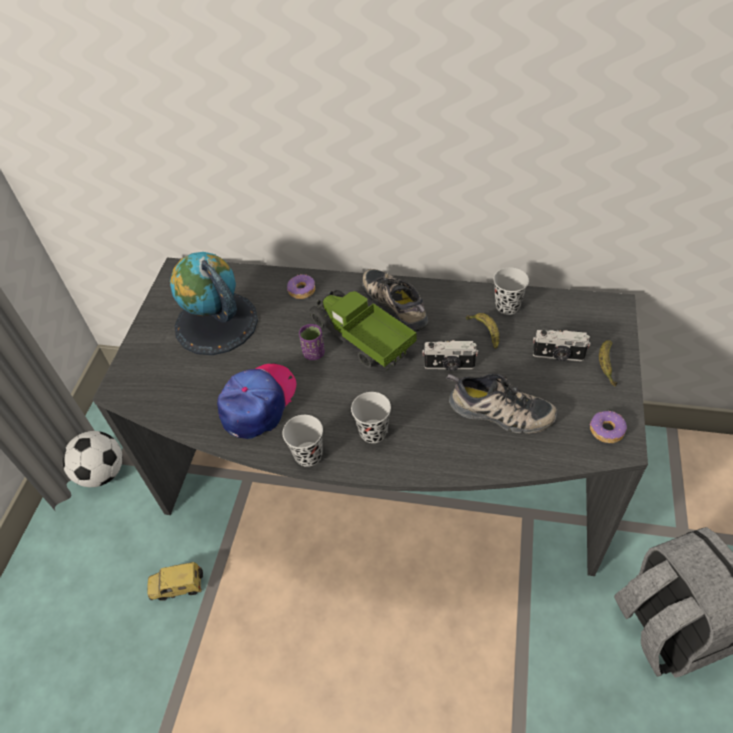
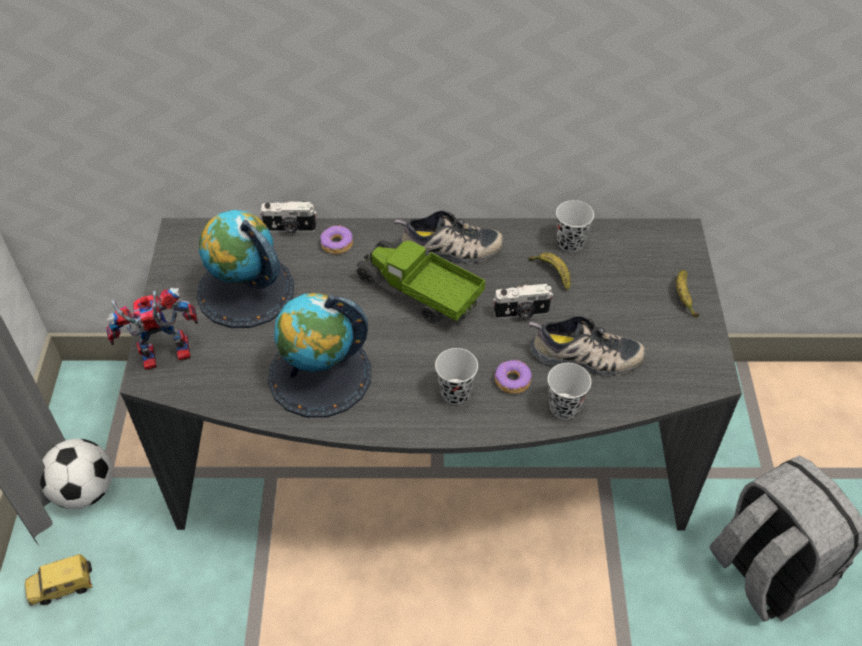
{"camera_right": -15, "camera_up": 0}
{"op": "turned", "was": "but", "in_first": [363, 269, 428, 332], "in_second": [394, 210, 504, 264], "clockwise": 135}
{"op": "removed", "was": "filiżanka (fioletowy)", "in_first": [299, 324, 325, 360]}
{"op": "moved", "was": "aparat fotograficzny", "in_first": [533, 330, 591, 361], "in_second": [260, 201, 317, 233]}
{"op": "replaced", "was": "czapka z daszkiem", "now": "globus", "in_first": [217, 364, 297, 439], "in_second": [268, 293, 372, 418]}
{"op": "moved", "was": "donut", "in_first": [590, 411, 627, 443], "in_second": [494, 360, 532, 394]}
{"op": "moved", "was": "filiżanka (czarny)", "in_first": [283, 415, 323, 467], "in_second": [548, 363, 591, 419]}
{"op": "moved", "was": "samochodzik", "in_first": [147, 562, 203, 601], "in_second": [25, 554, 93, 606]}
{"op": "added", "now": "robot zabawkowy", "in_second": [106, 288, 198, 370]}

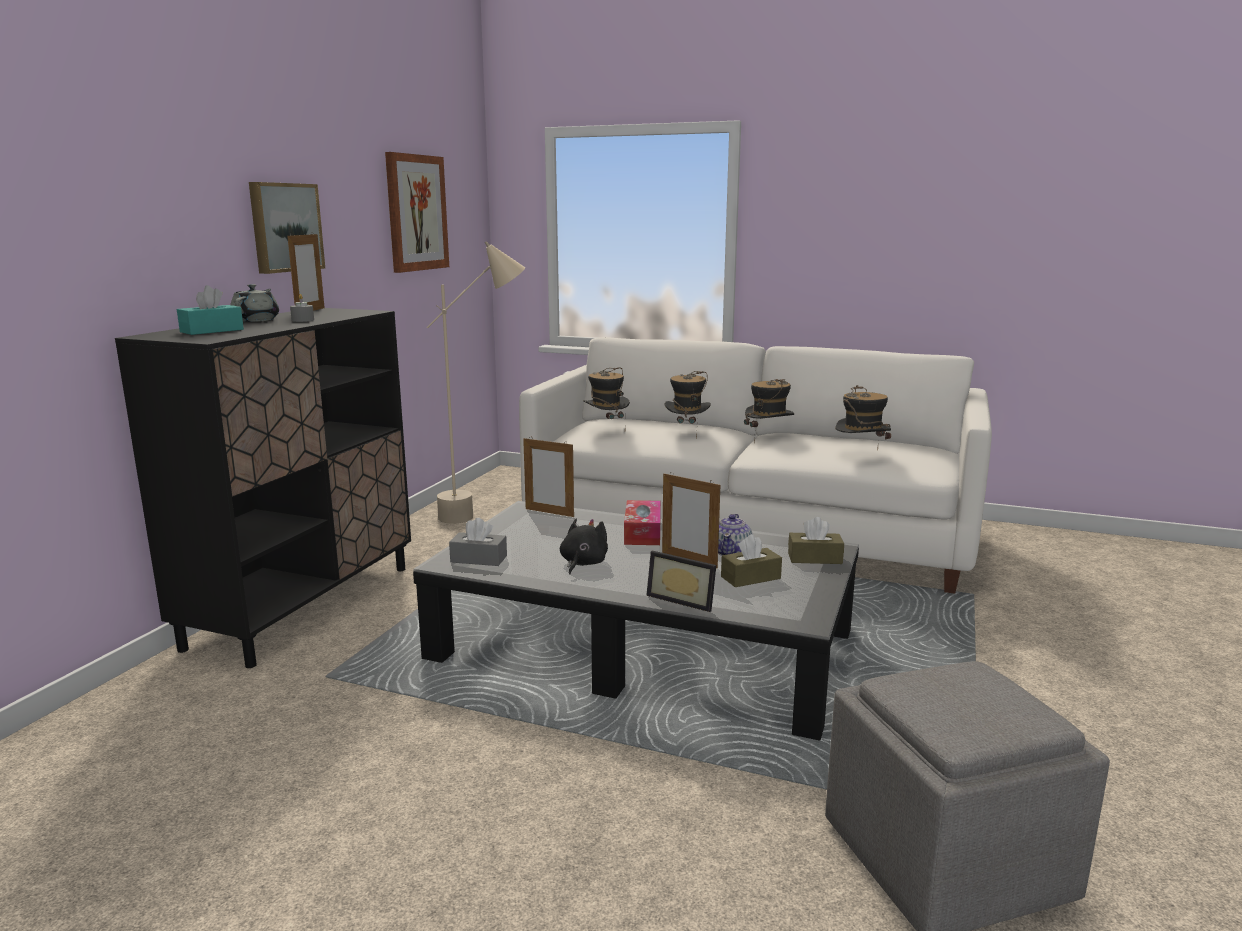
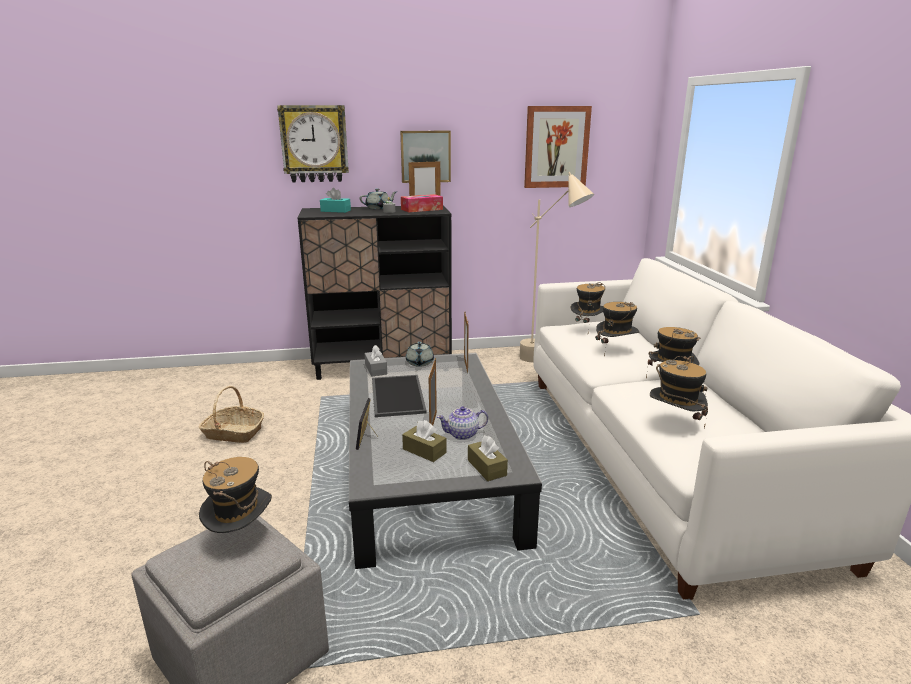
{"camera_right": 60, "camera_up": 5}
{"op": "moved", "was": "pudełko chusteczek", "in_first": [624, 500, 661, 545], "in_second": [401, 194, 443, 212]}
{"op": "replaced", "was": "pluszak (czarny)", "now": "taca", "in_first": [560, 519, 608, 574], "in_second": [372, 375, 427, 417]}
{"op": "added", "now": "zegar ścienny", "in_second": [277, 105, 349, 182]}
{"op": "added", "now": "imbryk (szary)", "in_second": [406, 342, 434, 367]}
{"op": "added", "now": "koszyk", "in_second": [199, 386, 264, 443]}
{"op": "added", "now": "kapelusz", "in_second": [199, 457, 272, 533]}

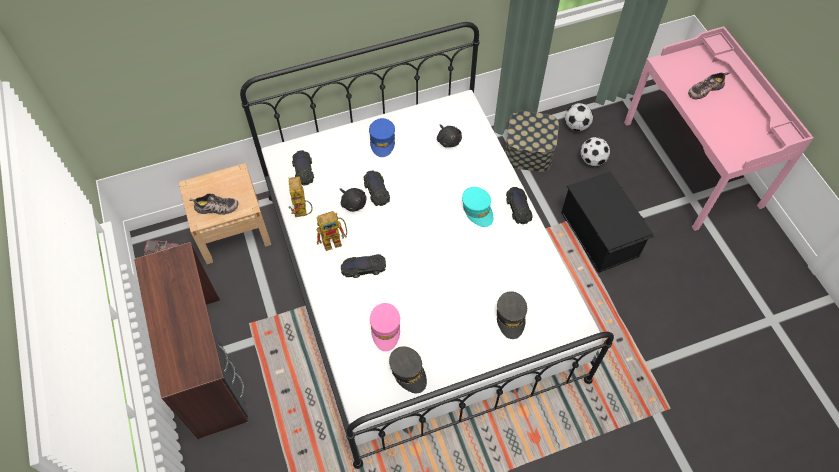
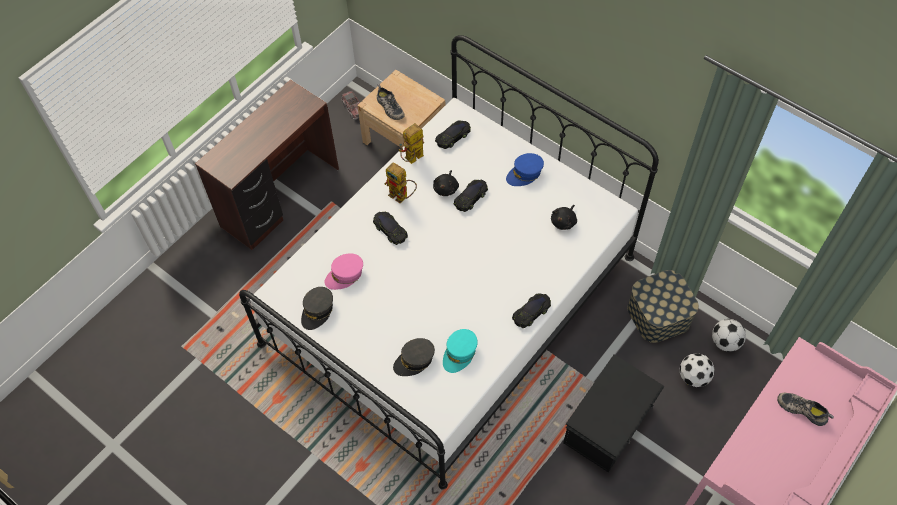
{"camera_right": 60, "camera_up": 0}
{"op": "moved", "was": "czapka z daszkiem (turkusowy)", "in_first": [462, 187, 493, 227], "in_second": [443, 329, 478, 373]}

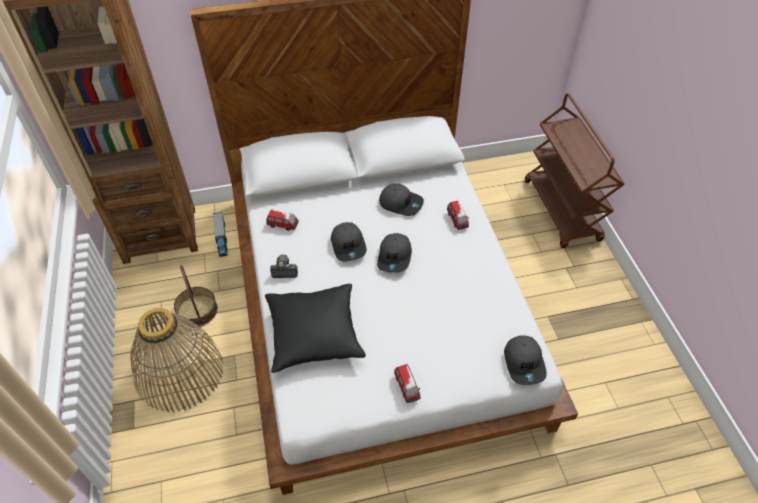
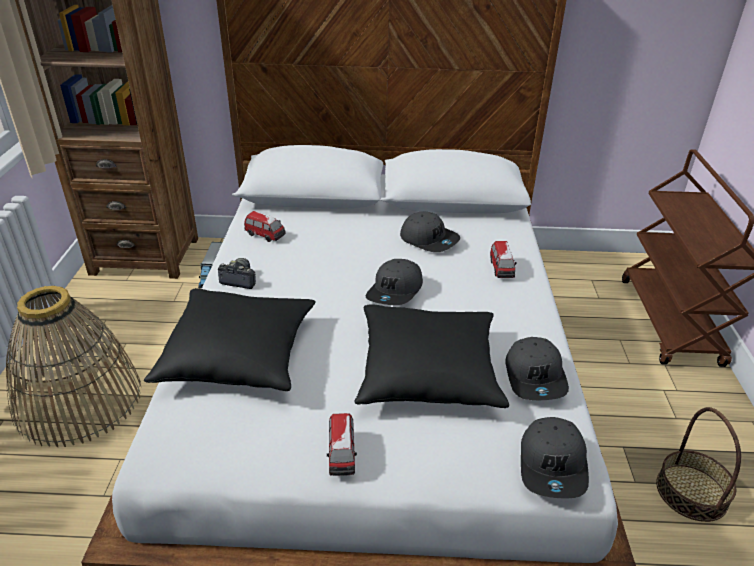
{"camera_right": 15, "camera_up": -15}
{"op": "moved", "was": "czapka z daszkiem (szary)", "in_first": [331, 222, 367, 262], "in_second": [505, 337, 569, 400]}
{"op": "moved", "was": "koszyk", "in_first": [174, 265, 218, 328], "in_second": [656, 407, 741, 522]}
{"op": "added", "now": "poduszka (czarny)", "in_second": [354, 304, 509, 408]}

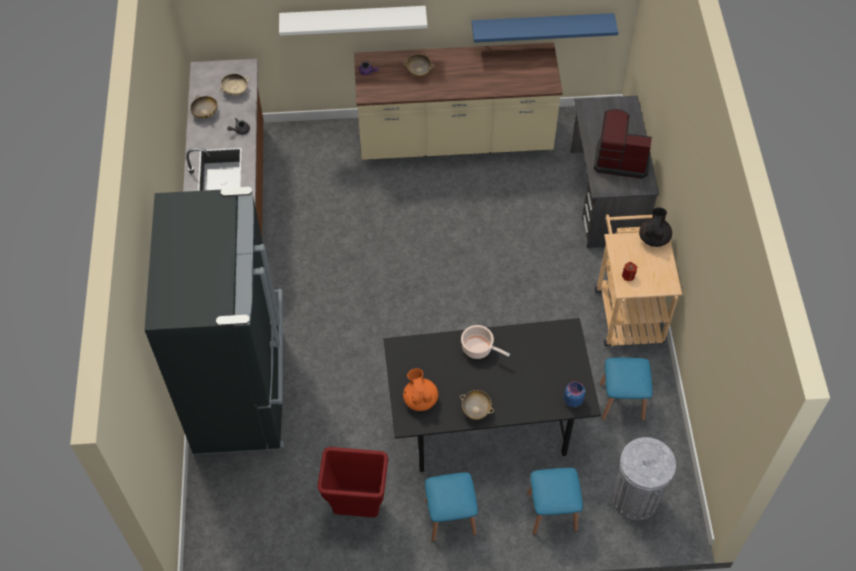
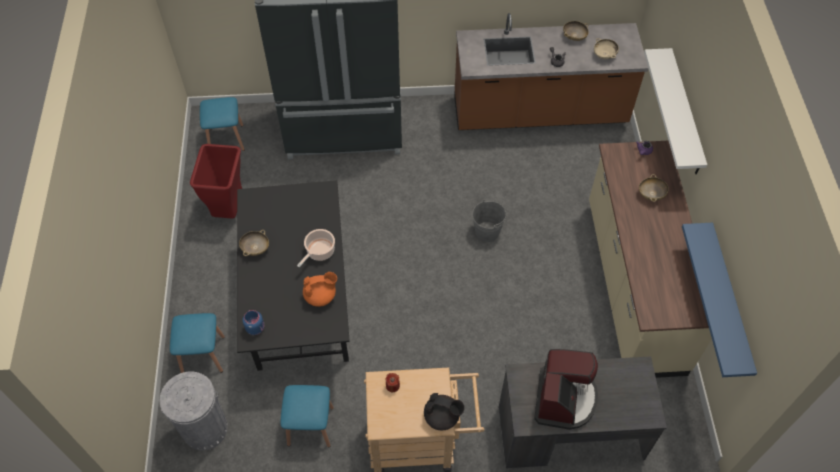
{"camera_right": 90, "camera_up": 0}
{"op": "moved", "was": "imbryk (pomarańczowy)", "in_first": [403, 368, 438, 411], "in_second": [303, 272, 337, 307]}
{"op": "moved", "was": "stołek (niebieski)", "in_first": [425, 472, 478, 542], "in_second": [200, 97, 245, 151]}
{"op": "added", "now": "wiadro (szary)", "in_second": [472, 200, 506, 242]}

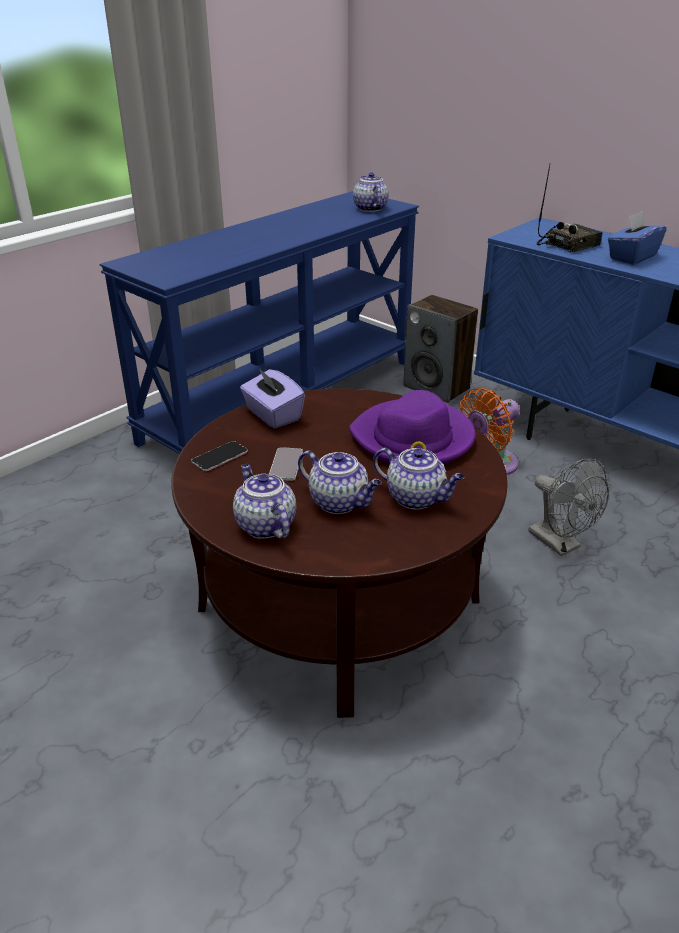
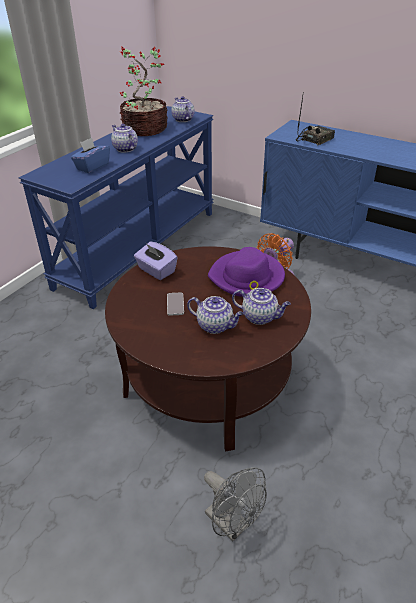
{"camera_right": -10, "camera_up": 5}
{"op": "moved", "was": "pudełko chusteczek (niebieski)", "in_first": [608, 211, 667, 265], "in_second": [71, 138, 110, 173]}
{"op": "removed", "was": "głośnik", "in_first": [403, 295, 478, 403]}
{"op": "removed", "was": "telefon", "in_first": [191, 441, 248, 471]}
{"op": "moved", "was": "wentylator (szary)", "in_first": [528, 459, 609, 556], "in_second": [204, 467, 267, 542]}
{"op": "moved", "was": "imbryk", "in_first": [233, 464, 297, 539], "in_second": [111, 124, 138, 153]}
{"op": "added", "now": "roślina doniczkowa", "in_second": [120, 46, 168, 136]}

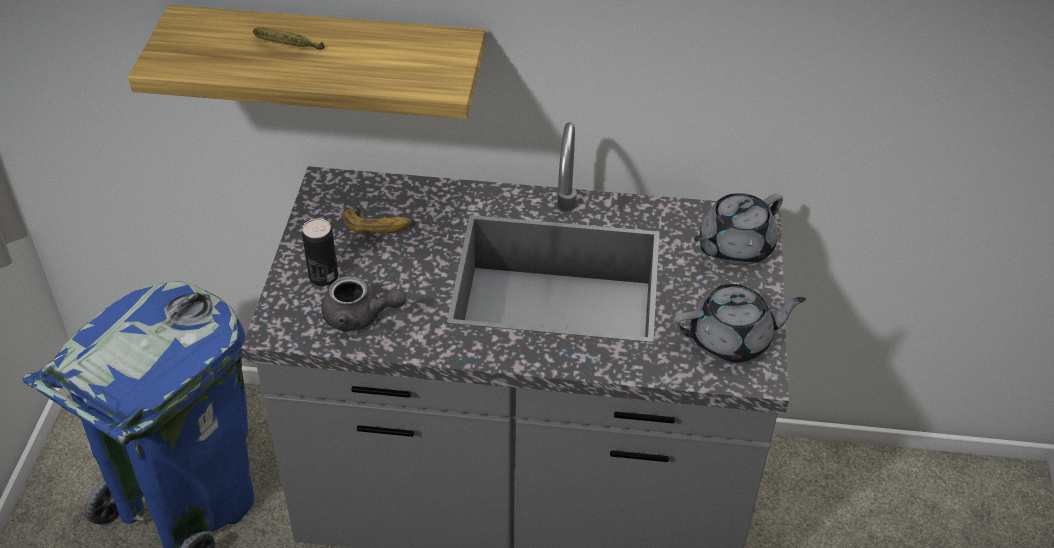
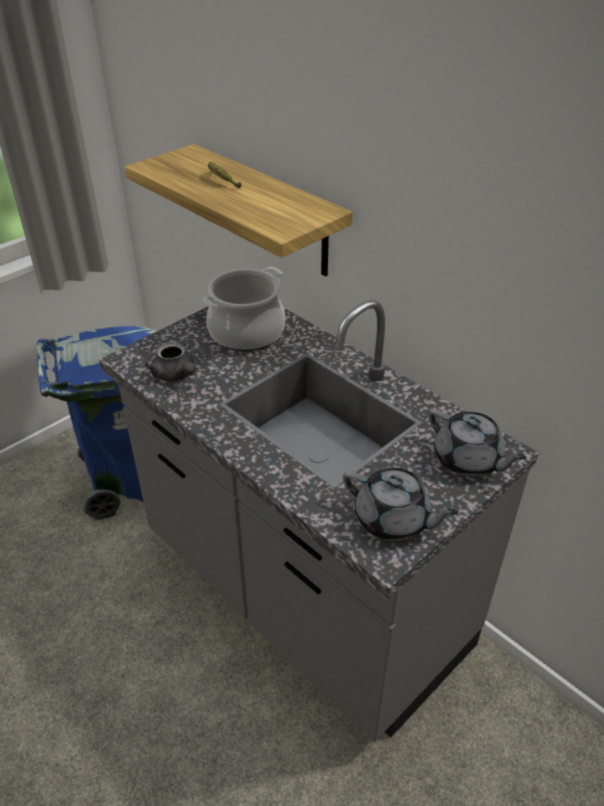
{"camera_right": 40, "camera_up": -5}
{"op": "turned", "was": "imbryk (szary)", "in_first": [694, 193, 783, 265], "in_second": [428, 409, 527, 477], "clockwise": -135}
{"op": "replaced", "was": "banan", "now": "garnek", "in_first": [343, 206, 412, 234], "in_second": [203, 267, 285, 351]}
{"op": "removed", "was": "puszka", "in_first": [302, 218, 338, 286]}

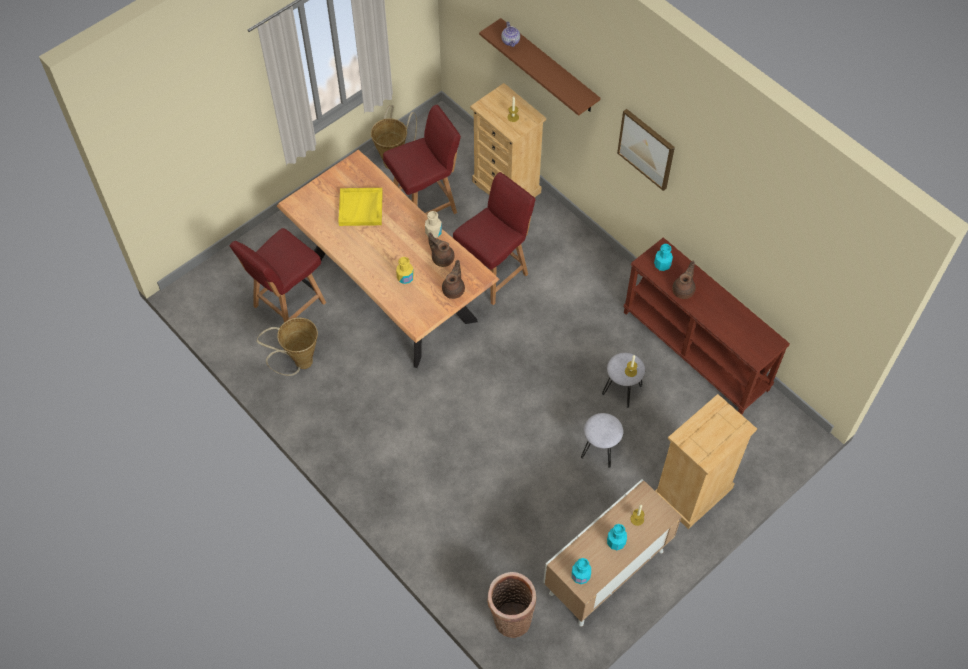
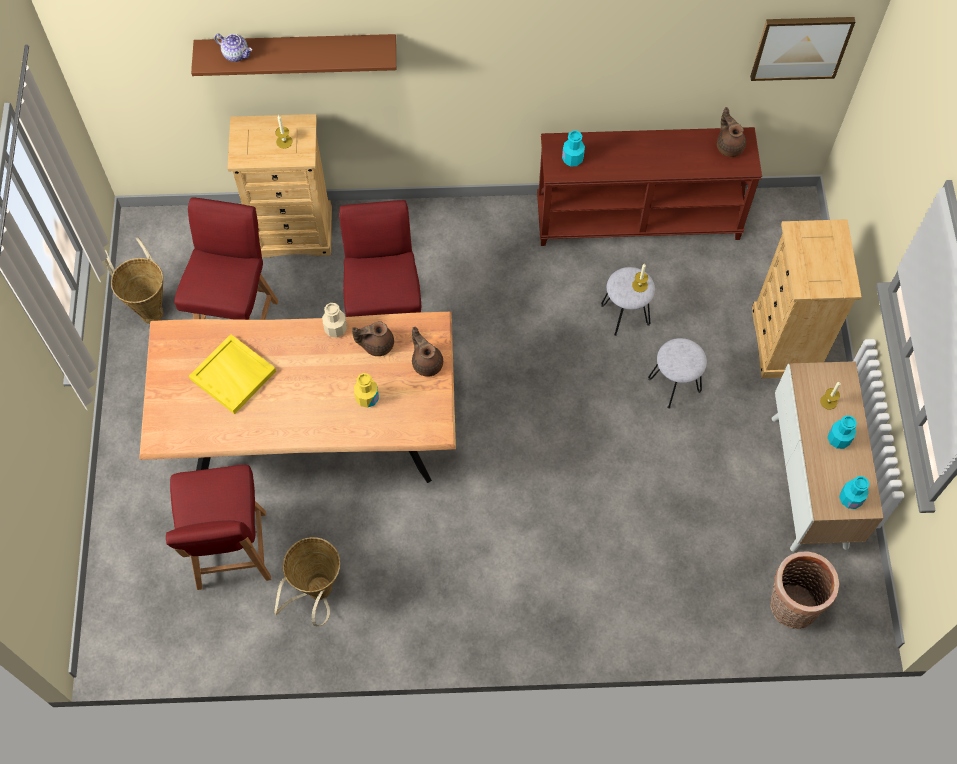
{"camera_right": -50, "camera_up": 5}
{"op": "moved", "was": "obraz", "in_first": [617, 109, 675, 191], "in_second": [750, 17, 855, 81]}
{"op": "moved", "was": "imbryk (brązowy)", "in_first": [672, 261, 696, 299], "in_second": [717, 107, 746, 157]}

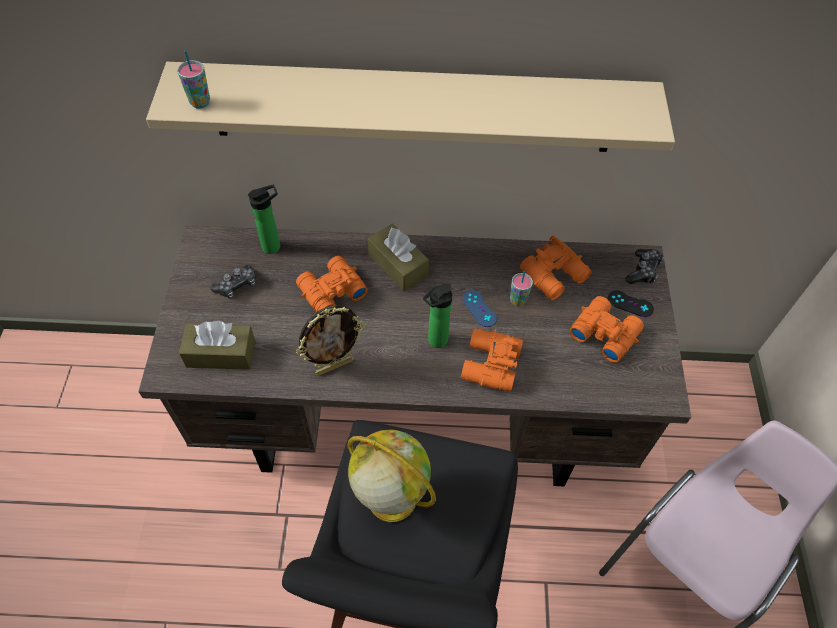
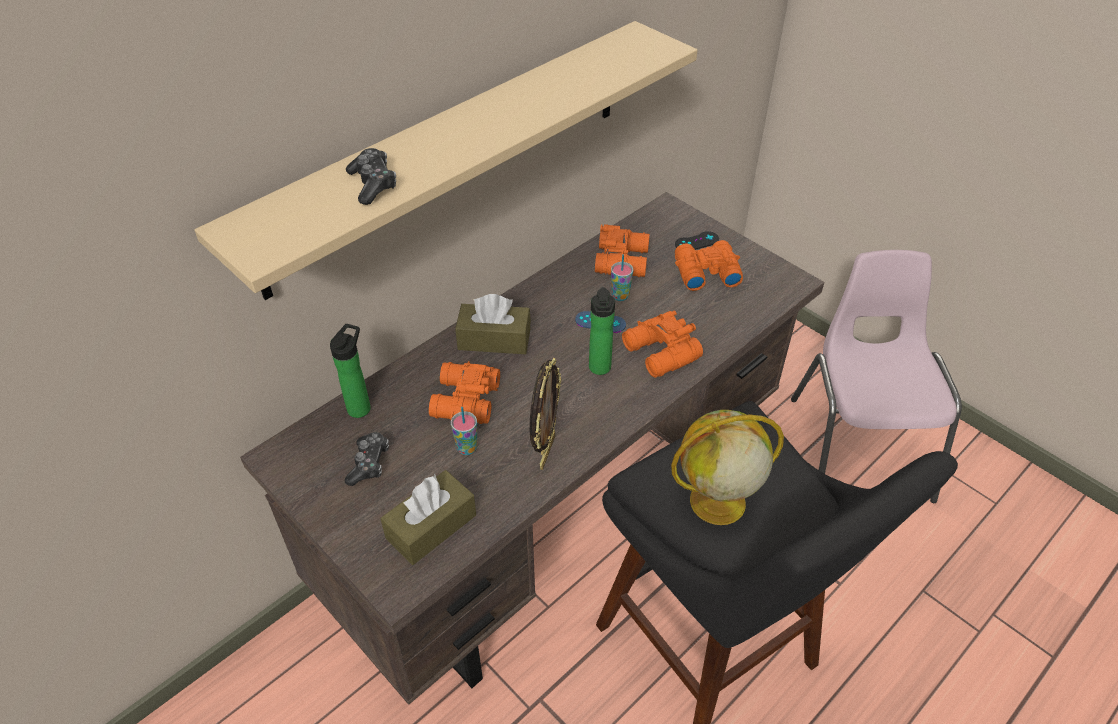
{"camera_right": -45, "camera_up": -10}
{"op": "moved", "was": "filiżanka", "in_first": [177, 50, 210, 109], "in_second": [451, 407, 477, 455]}
{"op": "moved", "was": "pad do gier", "in_first": [625, 249, 664, 284], "in_second": [346, 148, 396, 205]}

